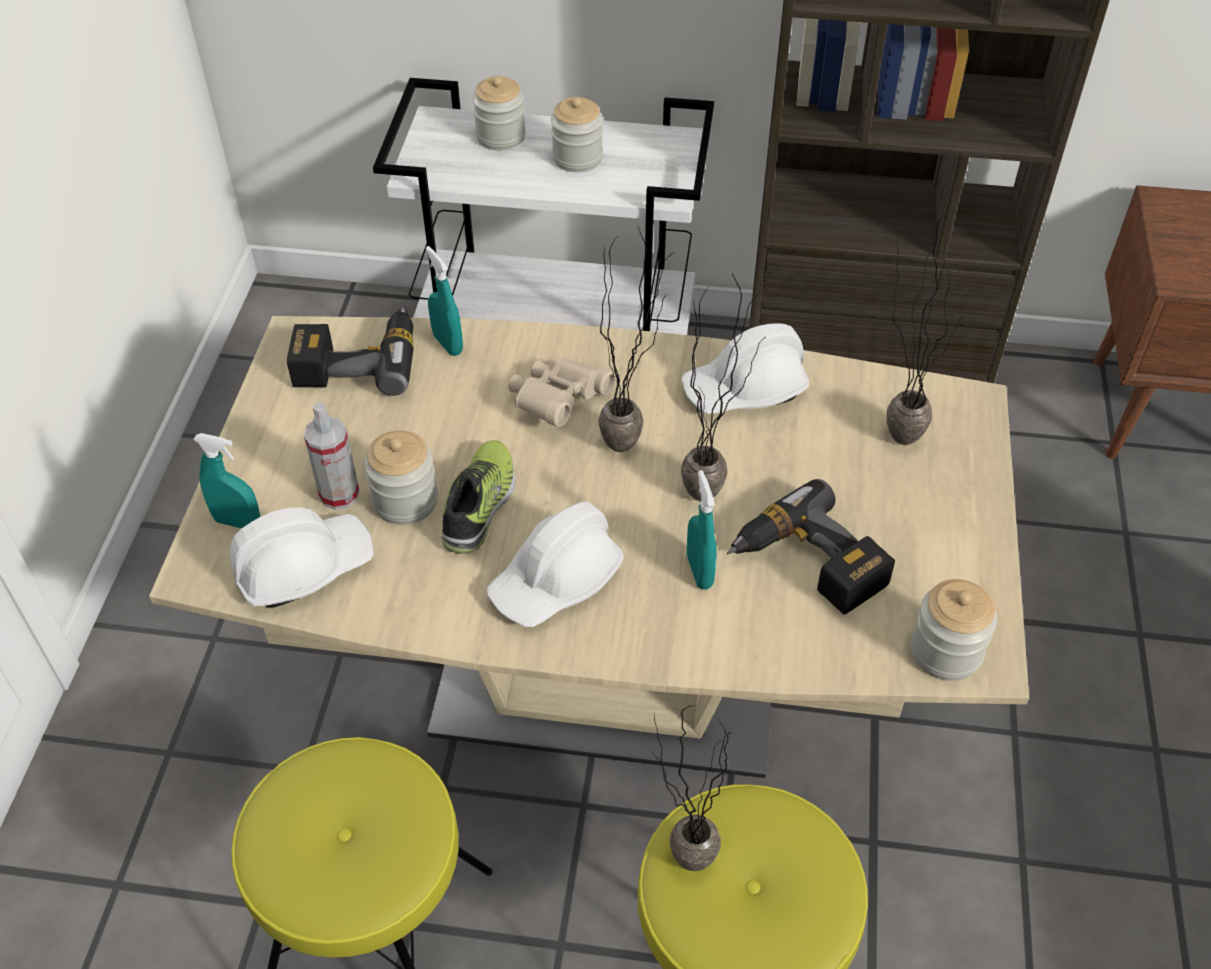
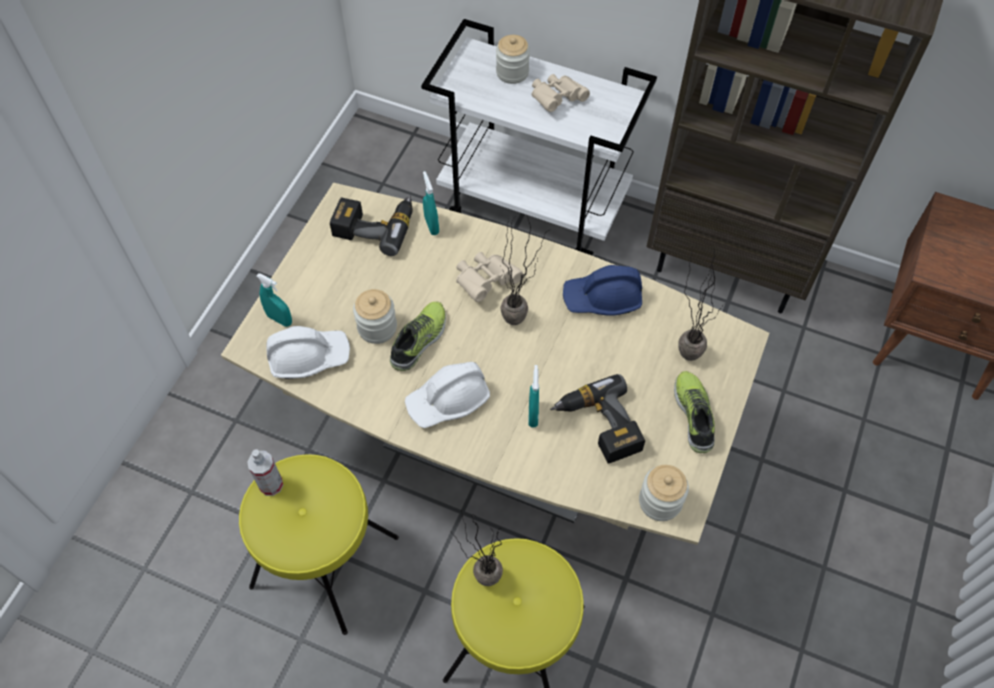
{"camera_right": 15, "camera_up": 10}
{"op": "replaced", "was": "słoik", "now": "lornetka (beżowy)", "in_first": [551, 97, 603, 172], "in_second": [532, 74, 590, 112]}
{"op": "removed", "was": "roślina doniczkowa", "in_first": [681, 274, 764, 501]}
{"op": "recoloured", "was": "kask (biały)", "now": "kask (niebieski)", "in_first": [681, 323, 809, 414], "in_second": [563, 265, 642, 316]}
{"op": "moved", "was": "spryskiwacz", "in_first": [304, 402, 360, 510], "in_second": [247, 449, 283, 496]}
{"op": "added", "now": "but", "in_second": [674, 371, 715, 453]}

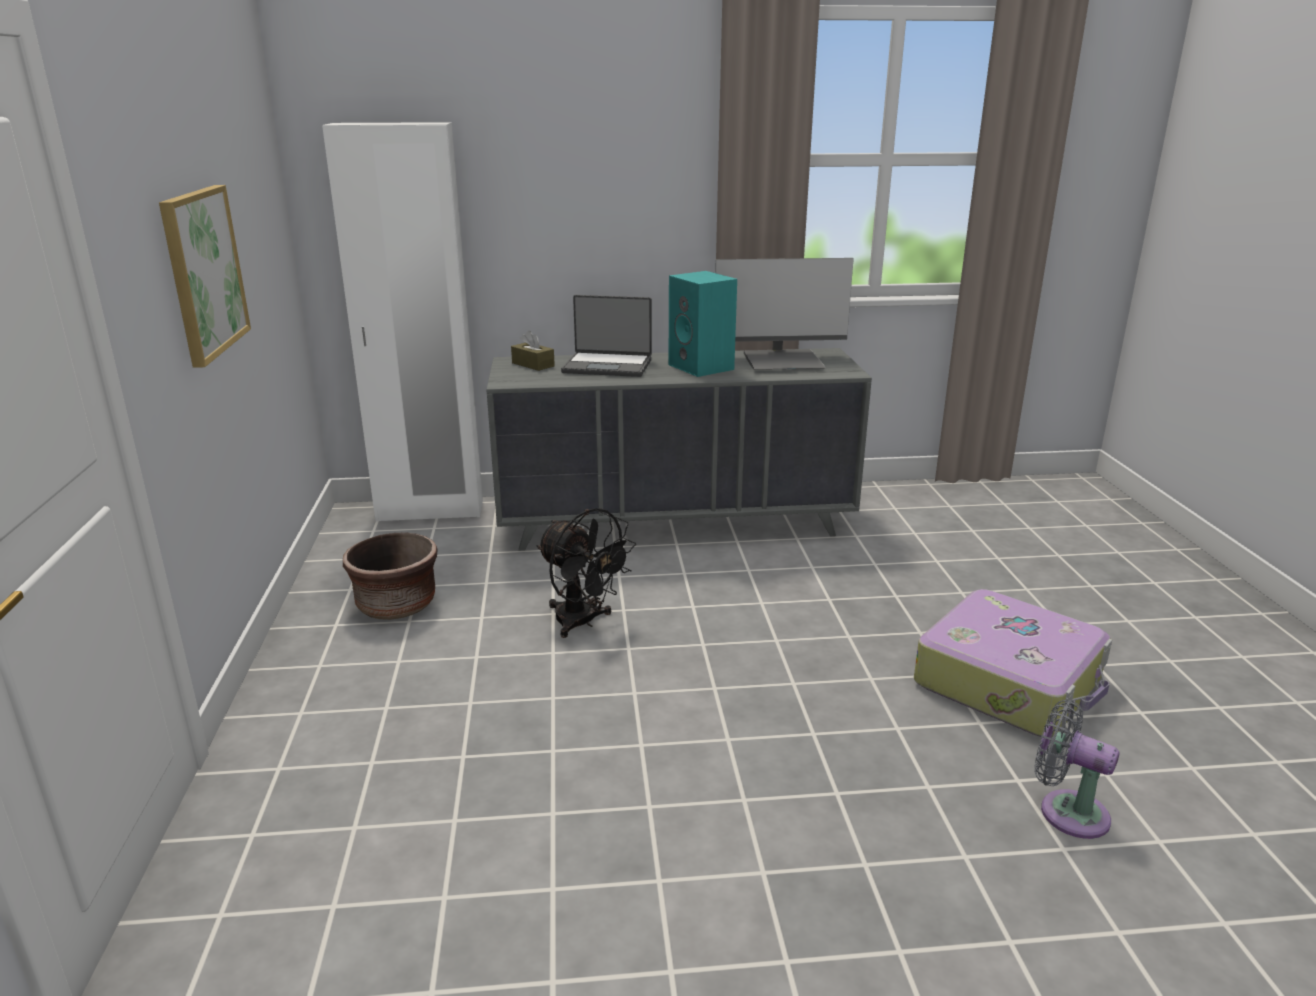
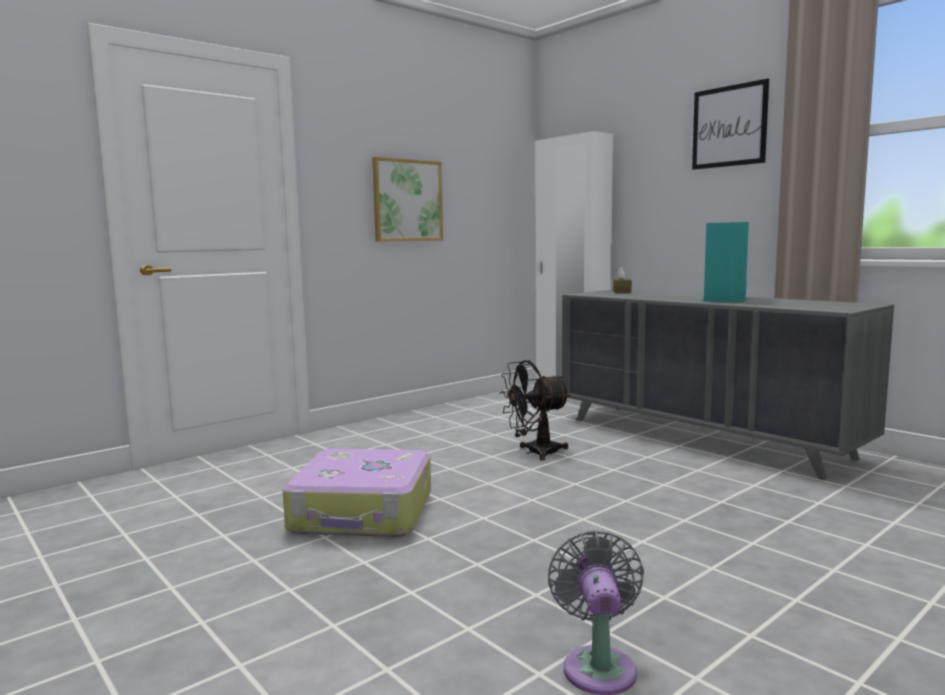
{"camera_right": 55, "camera_up": -15}
{"op": "removed", "was": "monitor", "in_first": [715, 258, 854, 370]}
{"op": "removed", "was": "laptop", "in_first": [561, 295, 652, 377]}
{"op": "turned", "was": "wentylator (czarny)", "in_first": [536, 508, 636, 638], "in_second": [500, 360, 570, 460], "clockwise": 60}
{"op": "removed", "was": "donica (brązowy)", "in_first": [343, 532, 438, 620]}
{"op": "moved", "was": "walizka", "in_first": [914, 589, 1112, 737], "in_second": [283, 449, 431, 537]}
{"op": "added", "now": "obraz", "in_second": [692, 79, 769, 170]}

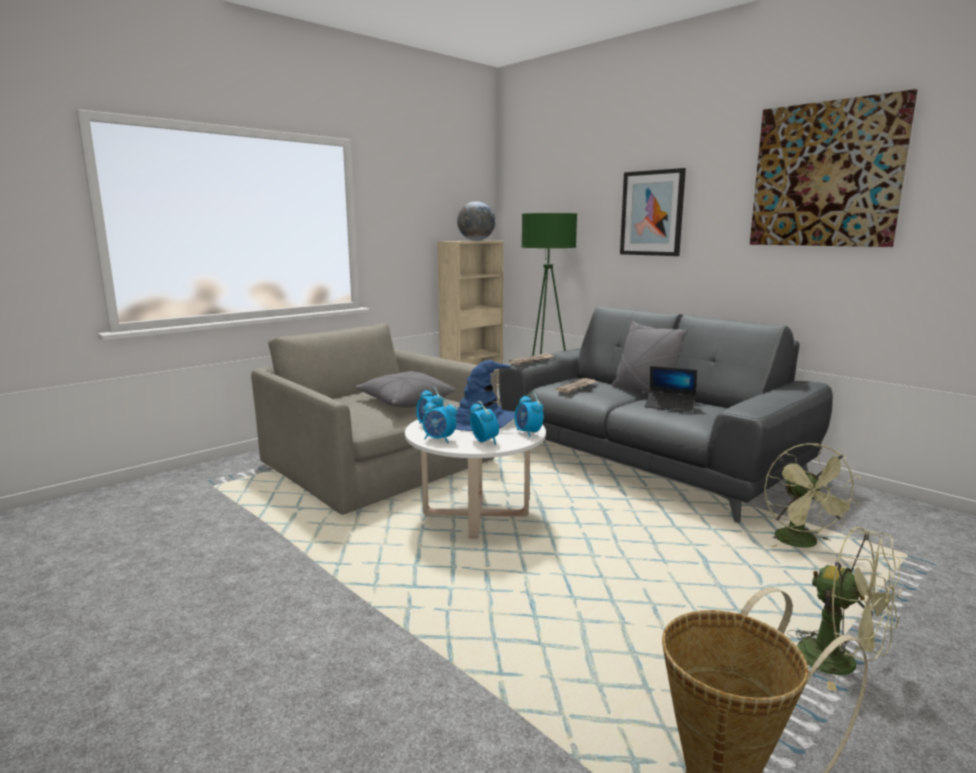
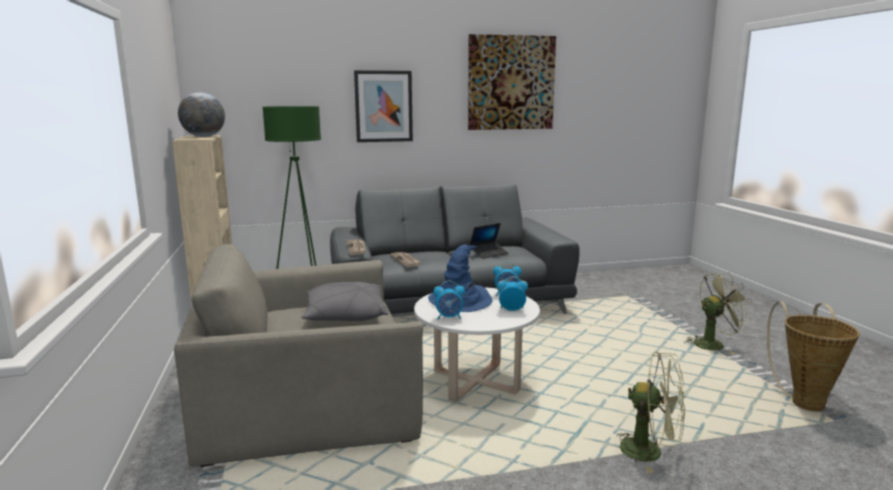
{"camera_right": -60, "camera_up": 0}
{"op": "removed", "was": "poduszka (szary)", "in_first": [612, 320, 688, 393]}
{"op": "removed", "was": "budzik", "in_first": [422, 397, 457, 443]}
{"op": "moved", "was": "wentylator (zielony)", "in_first": [764, 443, 861, 548], "in_second": [611, 351, 685, 473]}

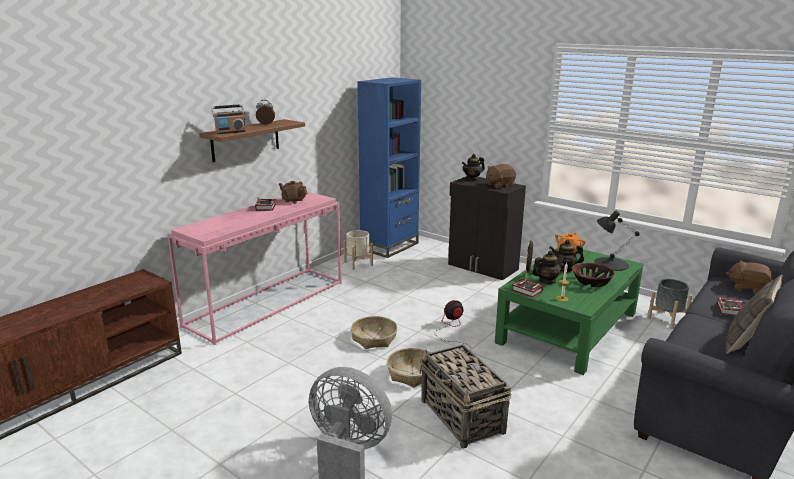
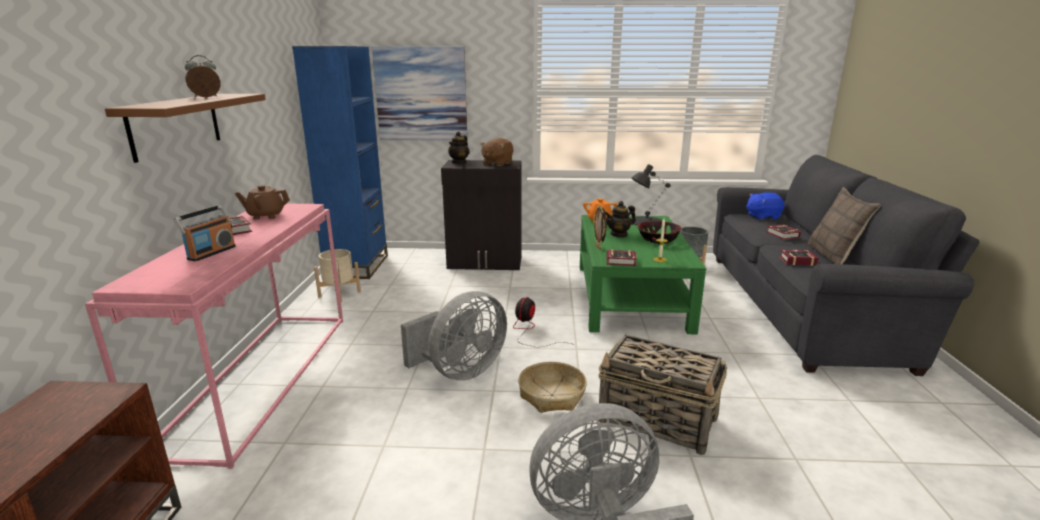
{"camera_right": -35, "camera_up": 0}
{"op": "moved", "was": "radio", "in_first": [211, 104, 246, 134], "in_second": [174, 205, 236, 261]}
{"op": "removed", "was": "imbryk", "in_first": [532, 250, 566, 284]}
{"op": "recoloured", "was": "pluszak (brązowy)", "now": "pluszak (niebieski)", "in_first": [726, 260, 772, 294], "in_second": [746, 192, 784, 220]}
{"op": "replaced", "was": "koszyk", "now": "wentylator (szary)", "in_first": [351, 316, 398, 349], "in_second": [401, 291, 507, 381]}
{"op": "added", "now": "obraz", "in_second": [372, 46, 467, 141]}
{"op": "added", "now": "książka", "in_second": [779, 250, 819, 266]}

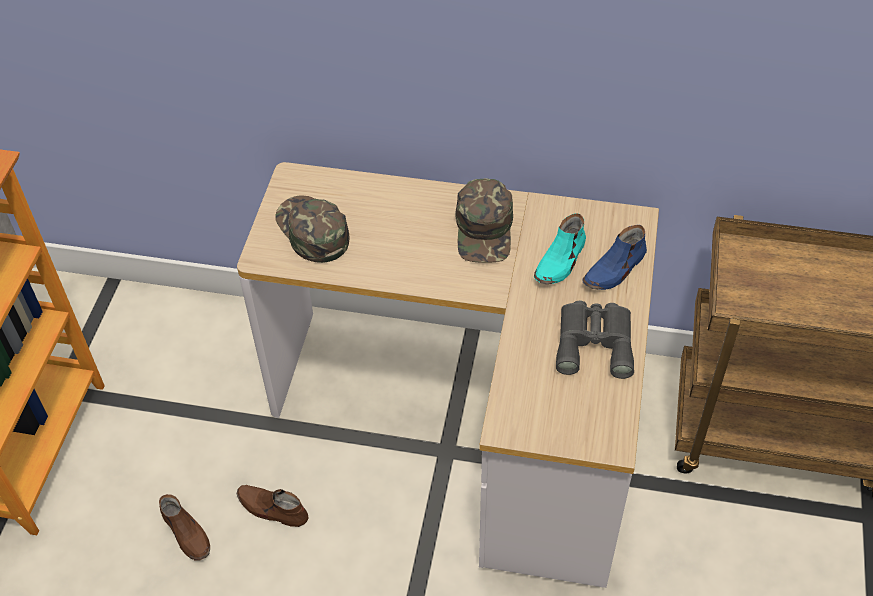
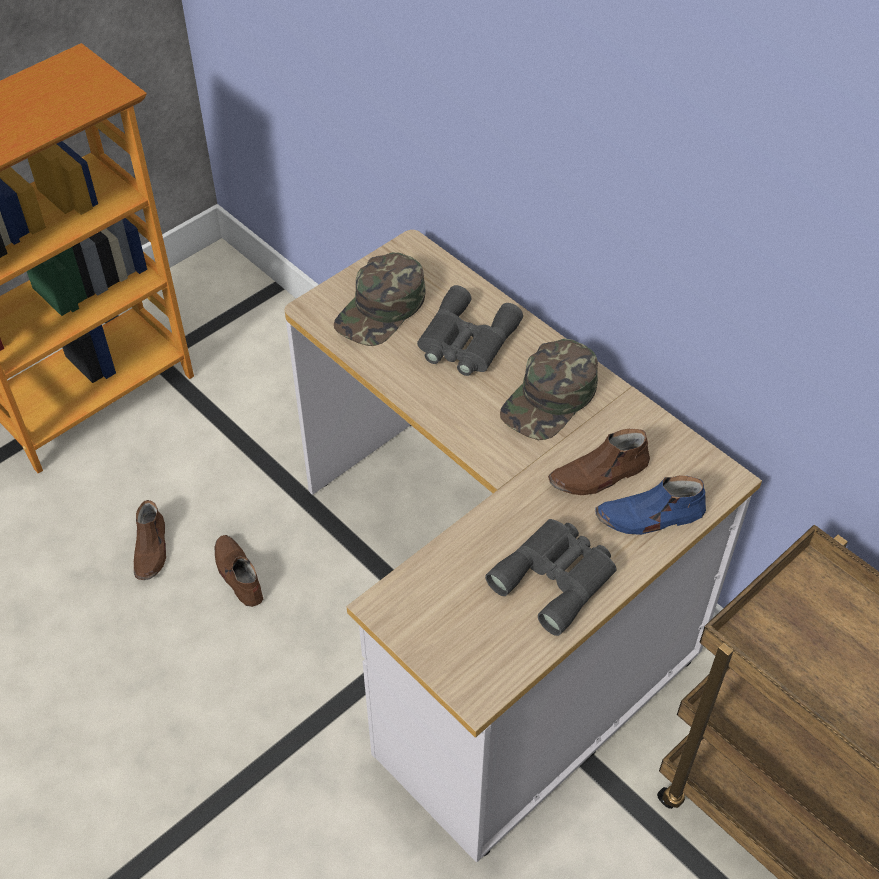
{"camera_right": 35, "camera_up": 0}
{"op": "turned", "was": "czapka z daszkiem (zielony)", "in_first": [275, 195, 349, 263], "in_second": [334, 252, 425, 346], "clockwise": -150}
{"op": "recoloured", "was": "but (turkusowy)", "now": "but (brązowy)", "in_first": [534, 213, 586, 284], "in_second": [548, 429, 650, 495]}
{"op": "added", "now": "lornetka (szary)", "in_second": [417, 285, 523, 376]}

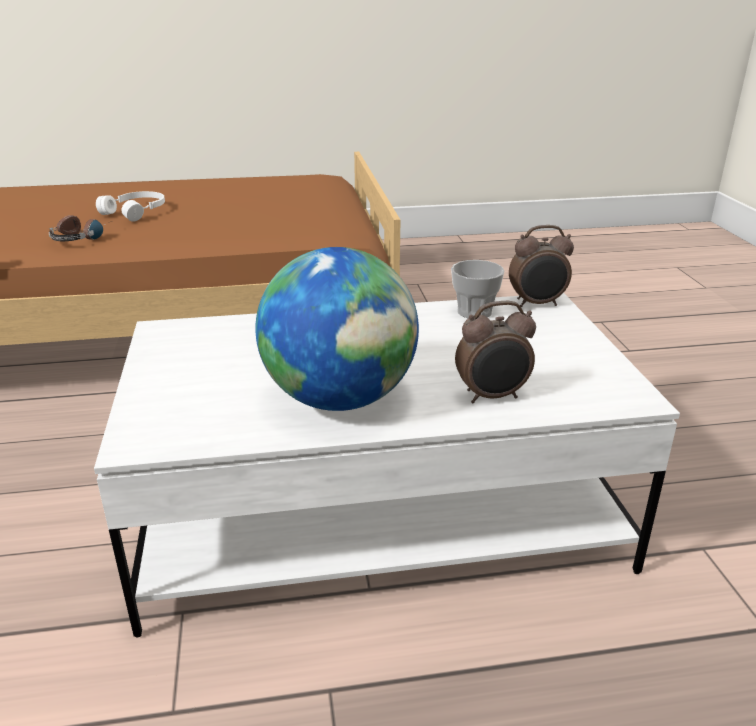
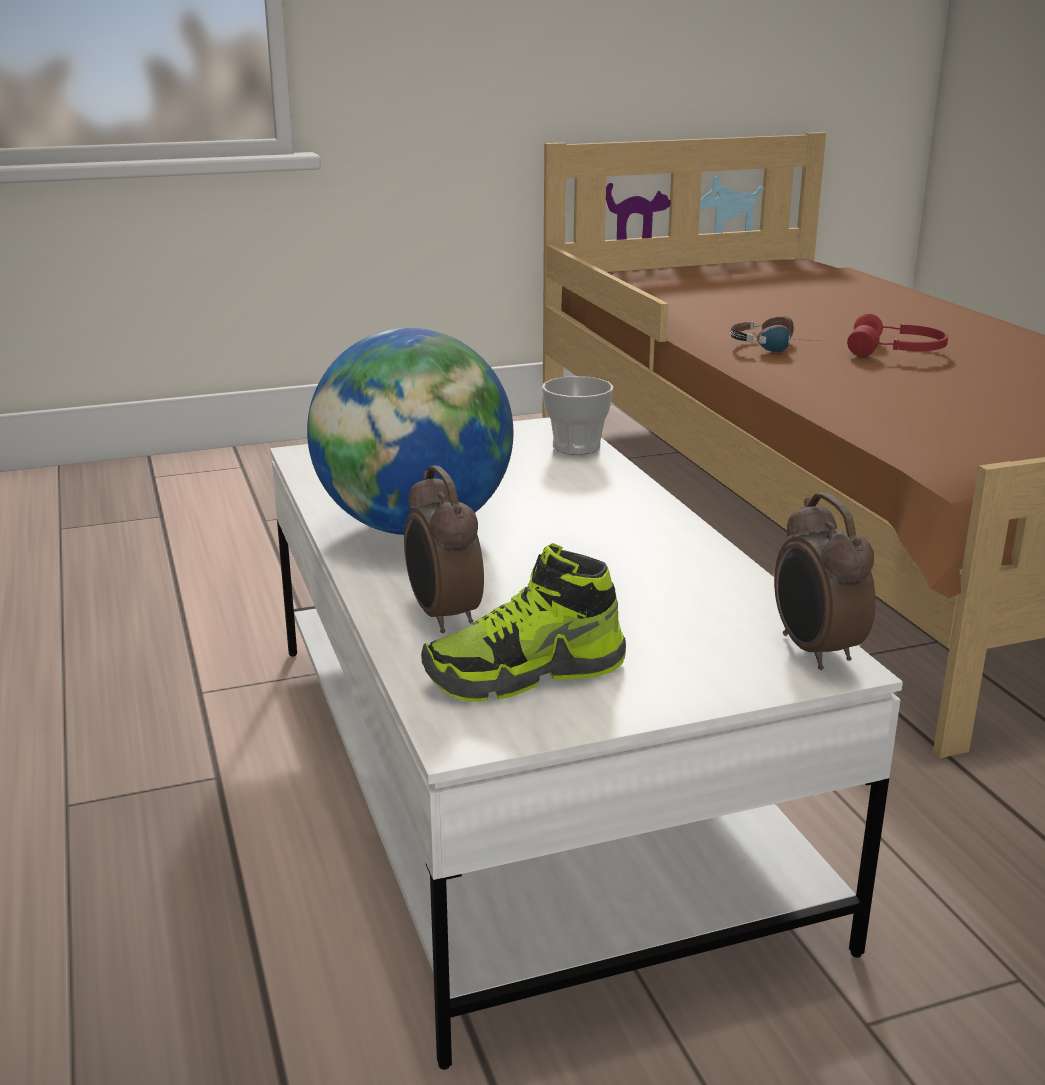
{"camera_right": 80, "camera_up": -5}
{"op": "recoloured", "was": "słuchawki (biały)", "now": "słuchawki (czerwony)", "in_first": [96, 191, 165, 222], "in_second": [847, 314, 948, 357]}
{"op": "moved", "was": "filiżanka", "in_first": [451, 260, 504, 318], "in_second": [542, 376, 614, 455]}
{"op": "added", "now": "but", "in_second": [421, 543, 626, 702]}

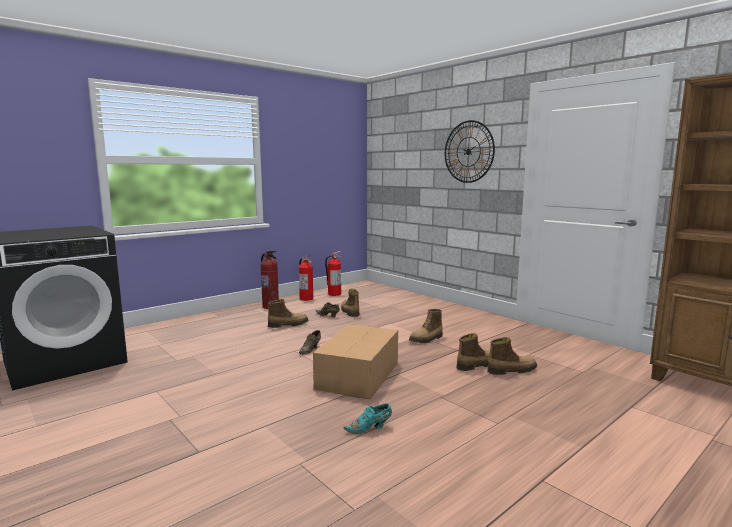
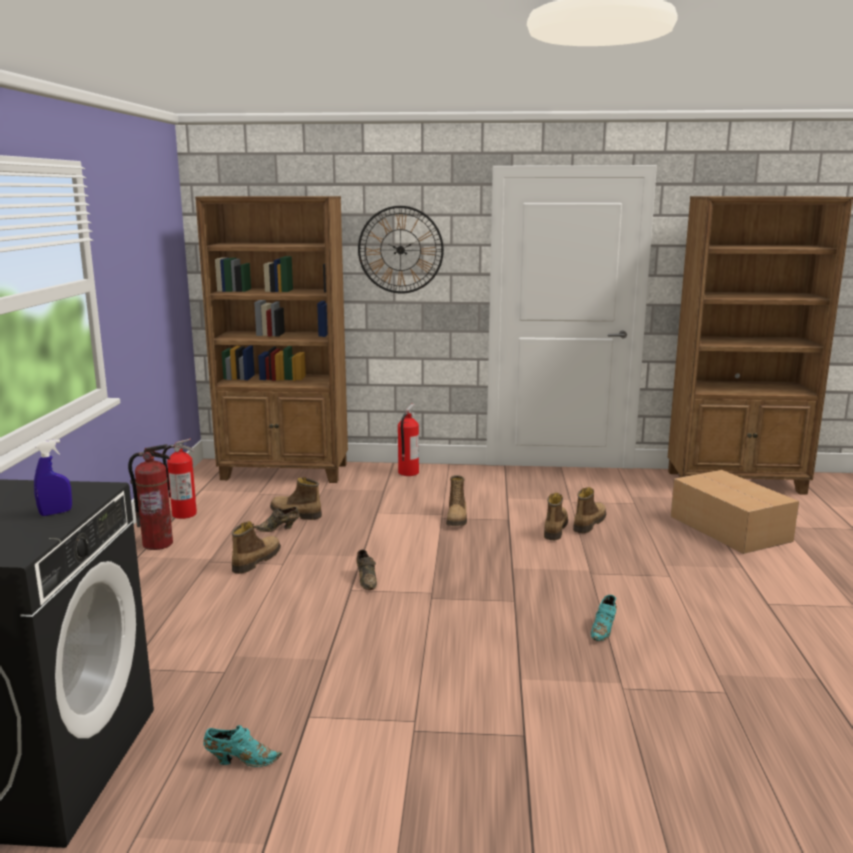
{"camera_right": -45, "camera_up": 5}
{"op": "moved", "was": "gaśnica", "in_first": [325, 251, 342, 296], "in_second": [398, 404, 419, 476]}
{"op": "moved", "was": "karton", "in_first": [313, 324, 398, 399], "in_second": [671, 470, 799, 554]}
{"op": "added", "now": "regał (brązowy)", "in_second": [195, 196, 348, 483]}
{"op": "added", "now": "spryskiwacz (niebieski)", "in_second": [34, 439, 72, 516]}
{"op": "added", "now": "but (turkusowy)", "in_second": [204, 725, 282, 767]}

